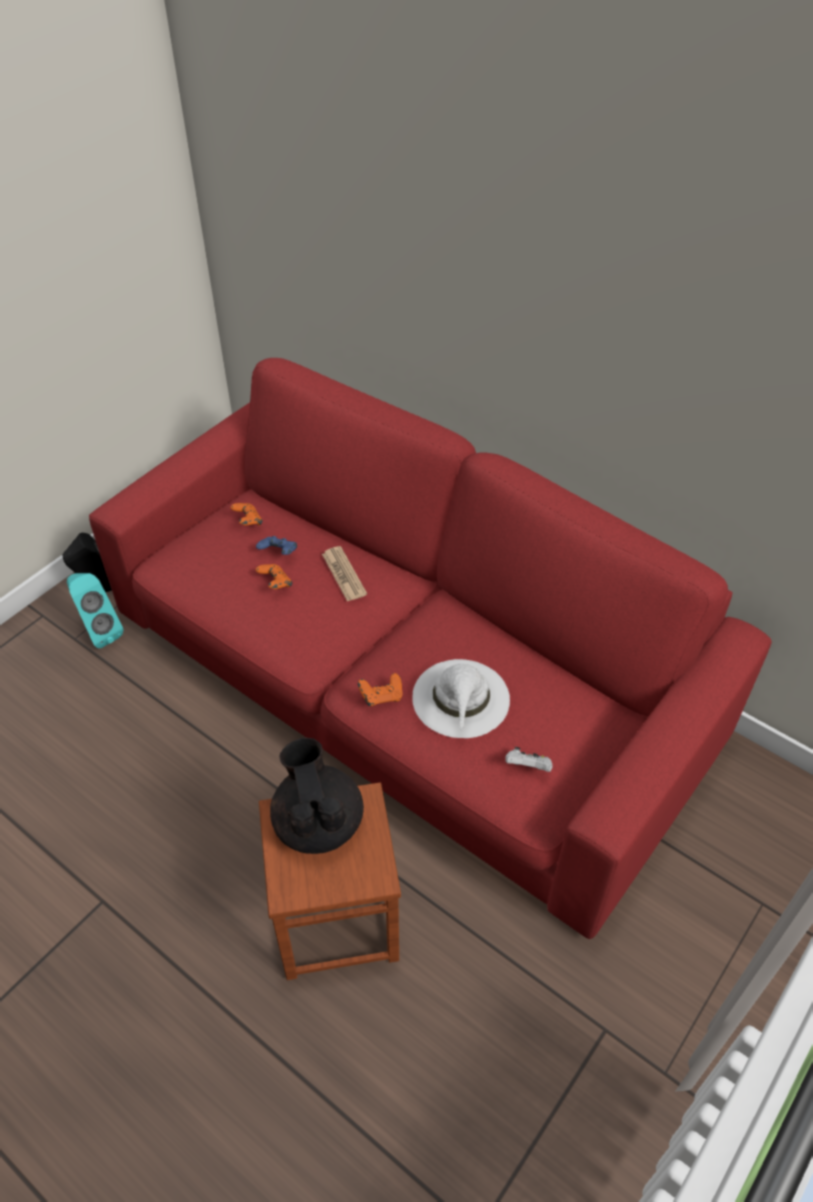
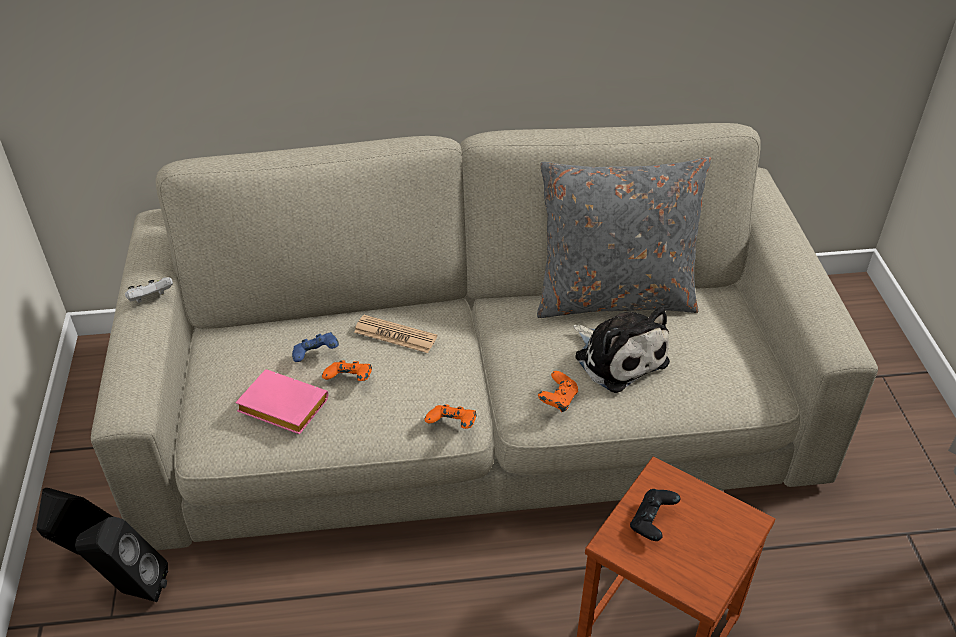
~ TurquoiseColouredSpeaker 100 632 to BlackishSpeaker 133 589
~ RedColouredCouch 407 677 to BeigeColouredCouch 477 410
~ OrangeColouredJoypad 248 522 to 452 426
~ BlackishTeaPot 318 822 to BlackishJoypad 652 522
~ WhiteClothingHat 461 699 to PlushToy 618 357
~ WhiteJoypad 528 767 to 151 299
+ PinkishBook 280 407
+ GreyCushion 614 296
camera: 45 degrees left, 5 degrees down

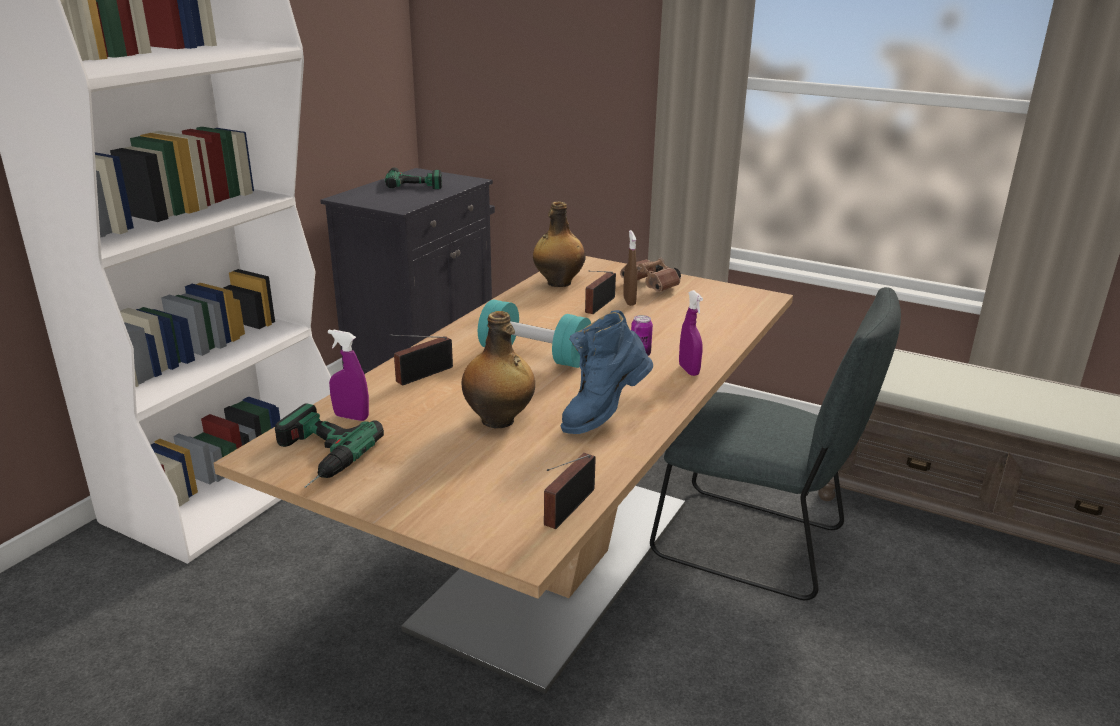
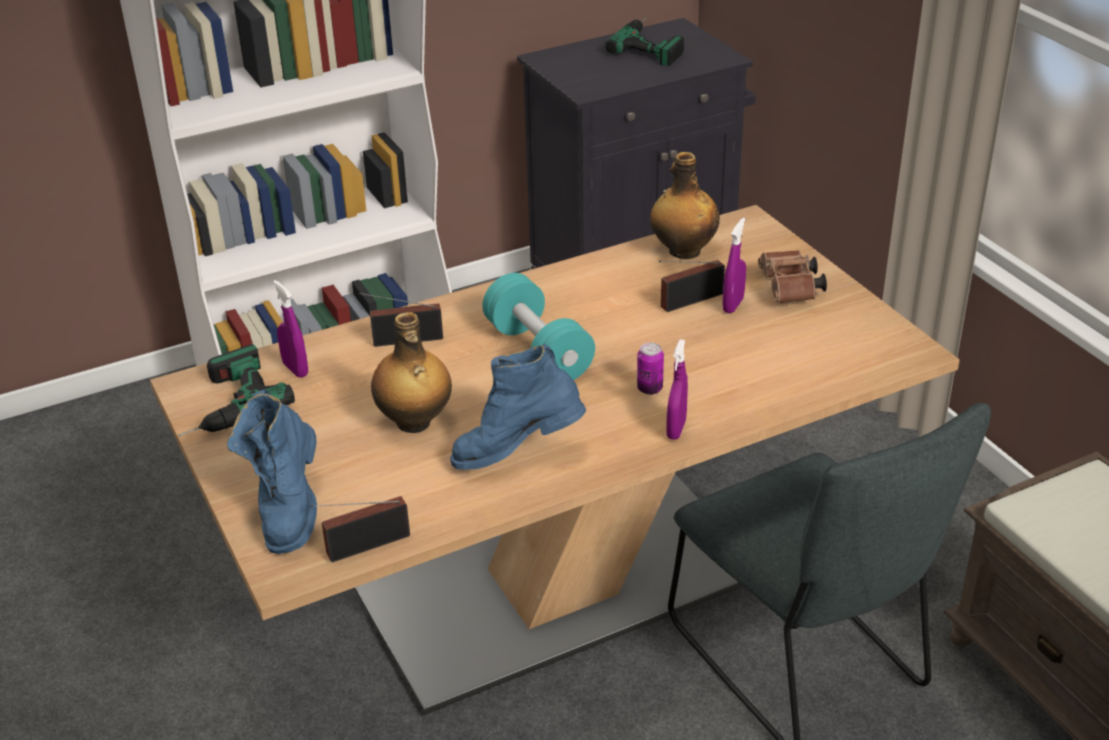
~ BrownSprayBottle 629 301 to PurpleColouredSprayBottle 733 305
+ BlueBoot 289 509
camera: 35 degrees right, 10 degrees up

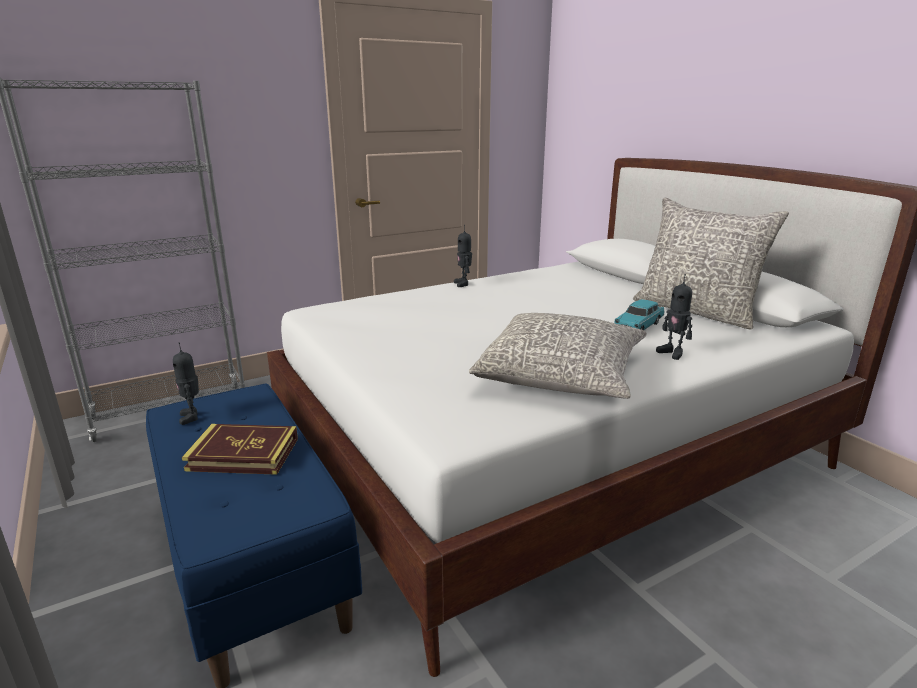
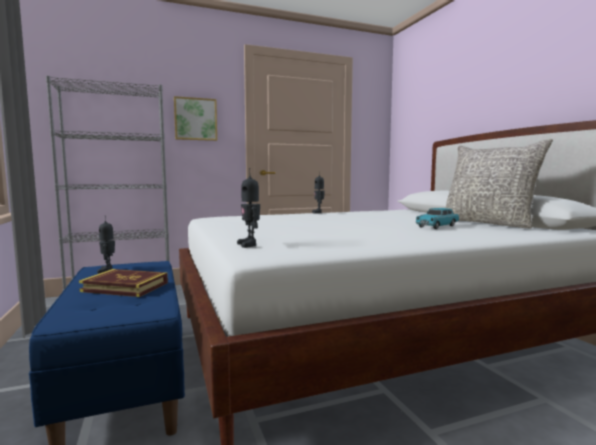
- GreyCushion 561 375
~ ModelRobot 672 353 to 249 244
+ WallArt 195 119
camera: 10 degrees right, 15 degrees down

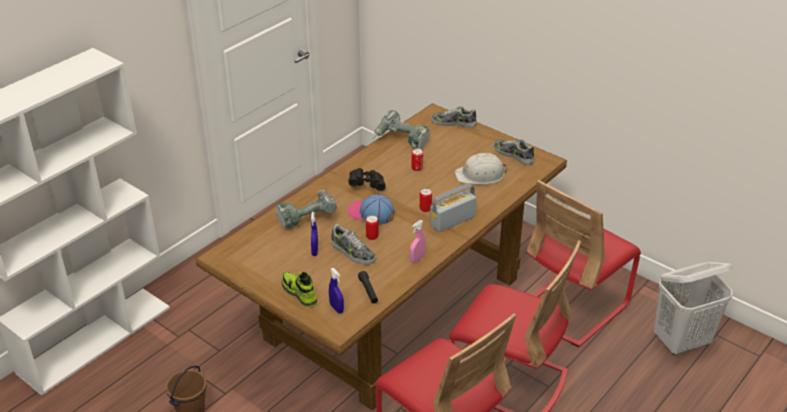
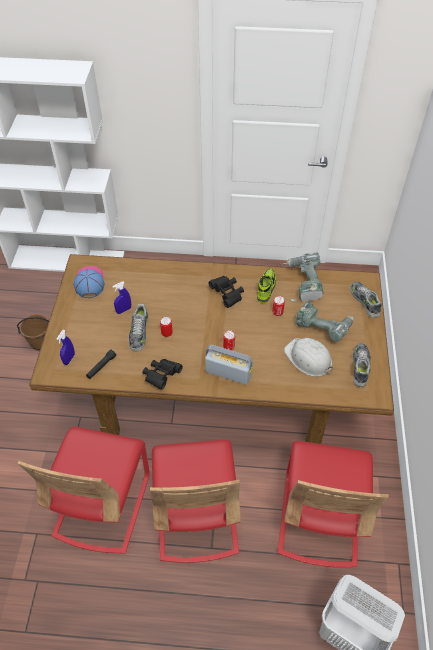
~ ElectricDrill 306 216 to 323 326
~ Shoe 299 293 to 266 288
~ BaseballCap 370 213 to 89 282
~ PinkishSprayBottle 417 259 to BlackishBinoculars 161 376
~ RedColouredUprightChair 573 307 = 319 518 90 degrees counterclockwise
camera: 55 degrees right, 15 degrees up

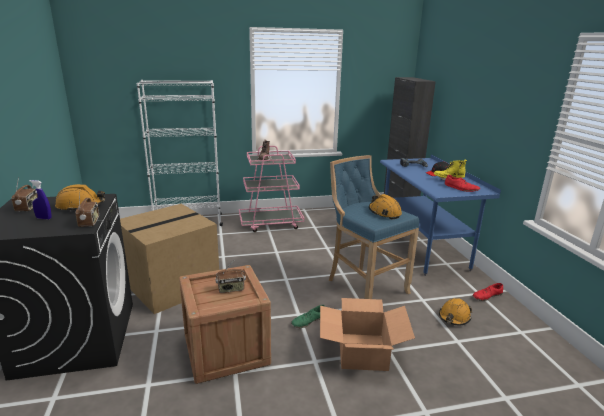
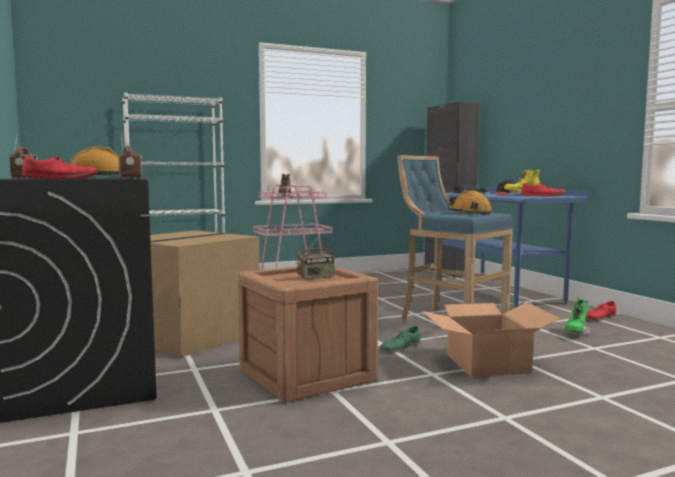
~ BlueSprayBottle 44 218 to RedColouredShoe 60 178
~ OrangeColouredWorkHelmet 454 317 to GreenBoot 575 333
camera: 10 degrees left, 15 degrees down

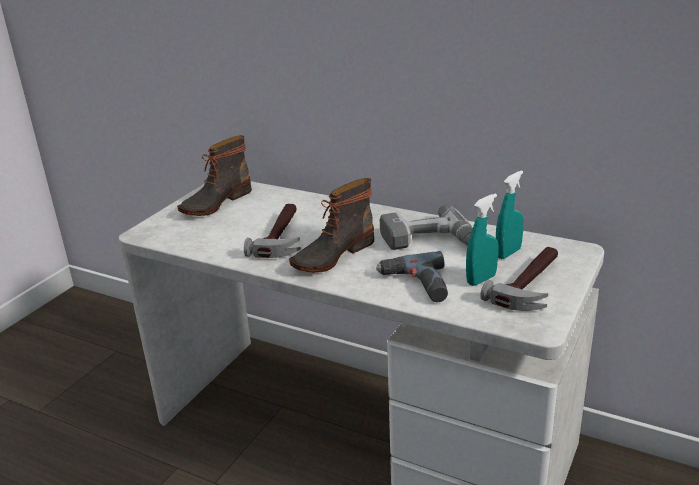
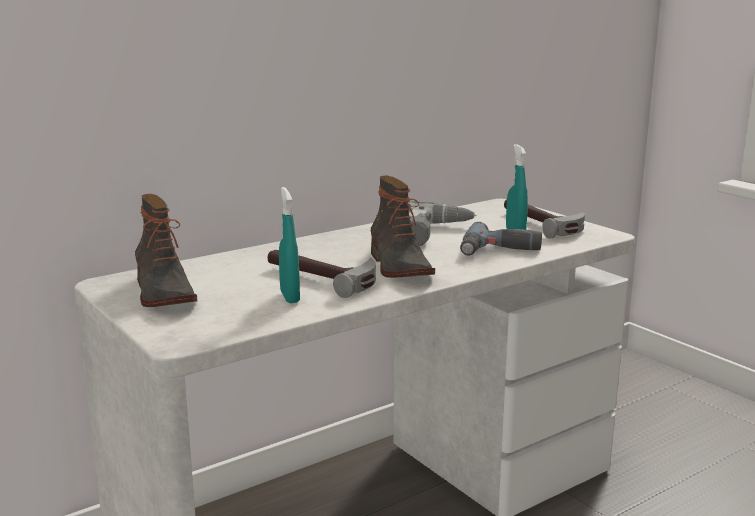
~ TurquoiseColouredSprayBottle 508 253 to 290 297
camera: 65 degrees left, 10 degrees down

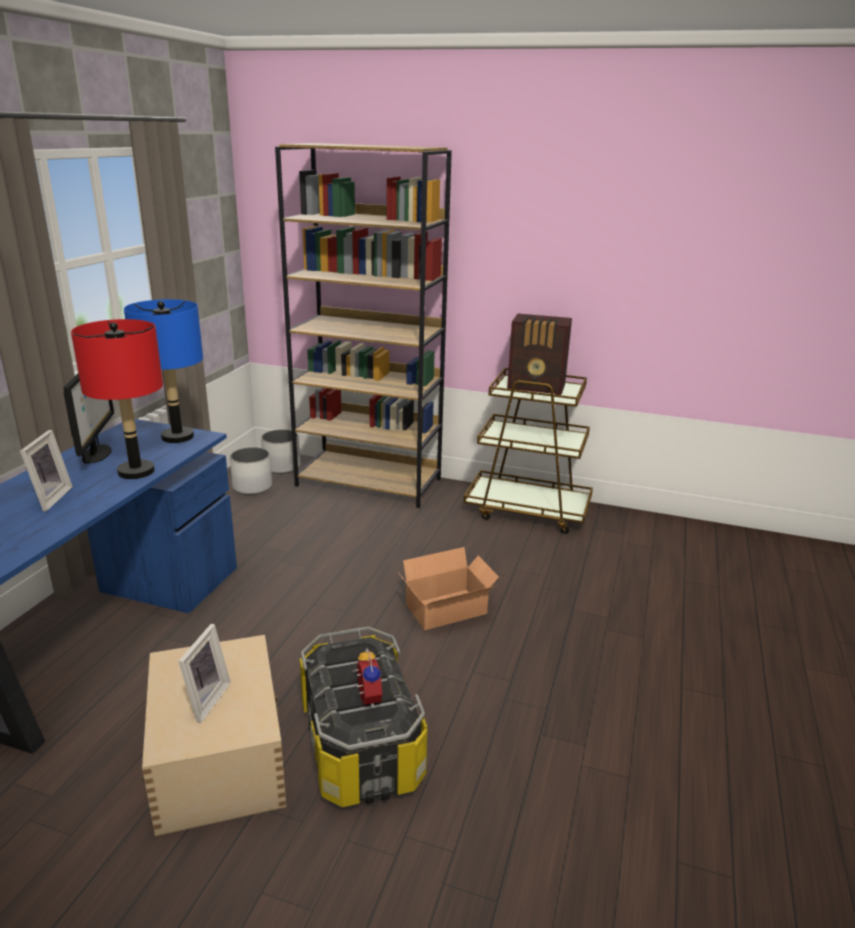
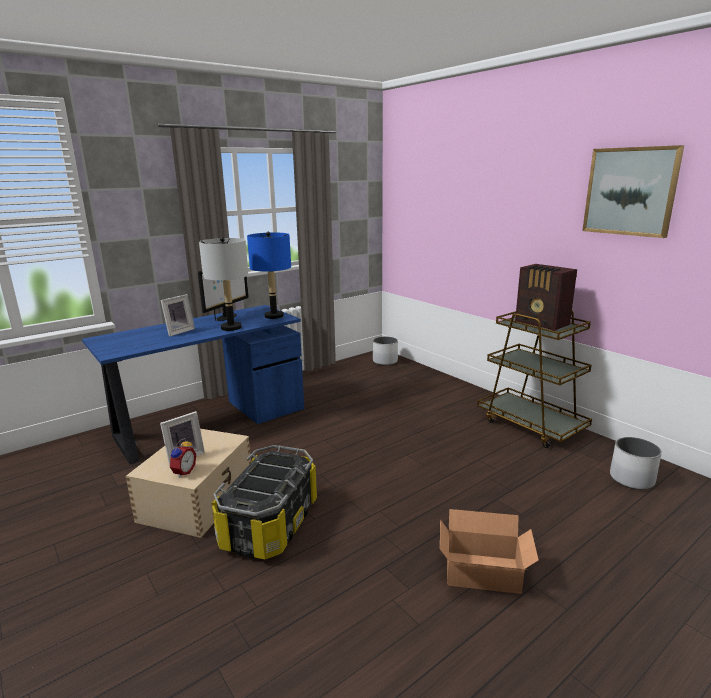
~ RedColouredTableLamp 136 471 to GreyTableLamp 231 327
~ WhitePlantPot 252 487 to 631 479
- BrownBookcase 370 482
~ AlarmClock 366 698 to 183 472
~ PackingBox 449 610 to 484 574
+ WallArt 630 191
camera: 35 degrees right, 5 degrees down

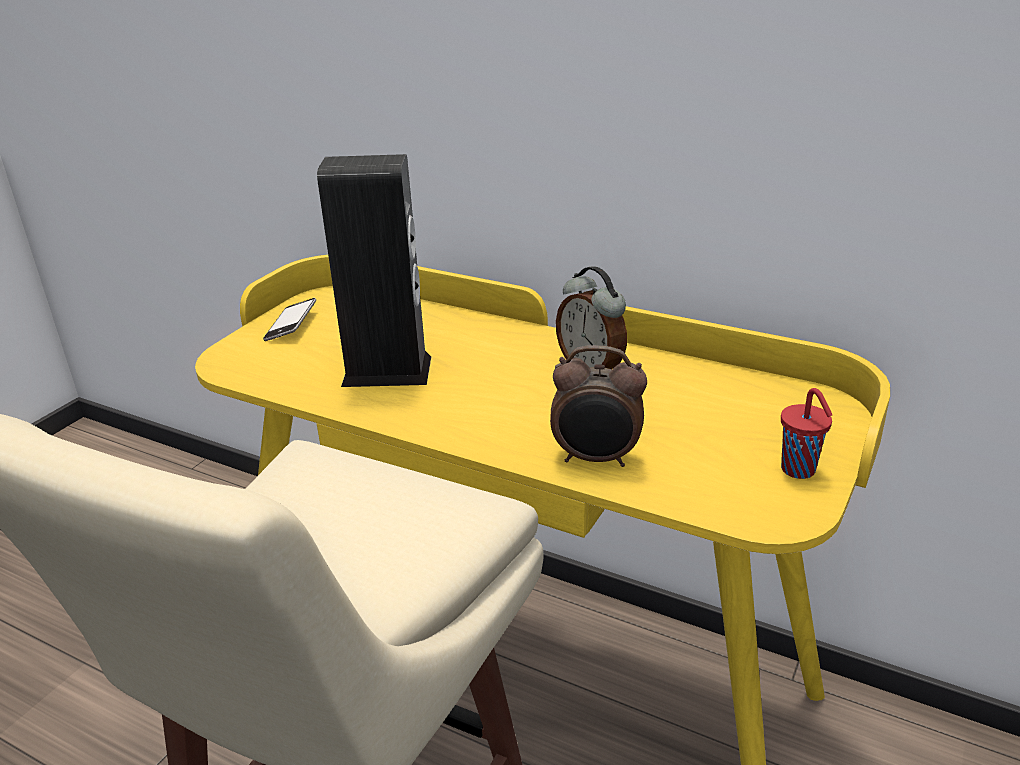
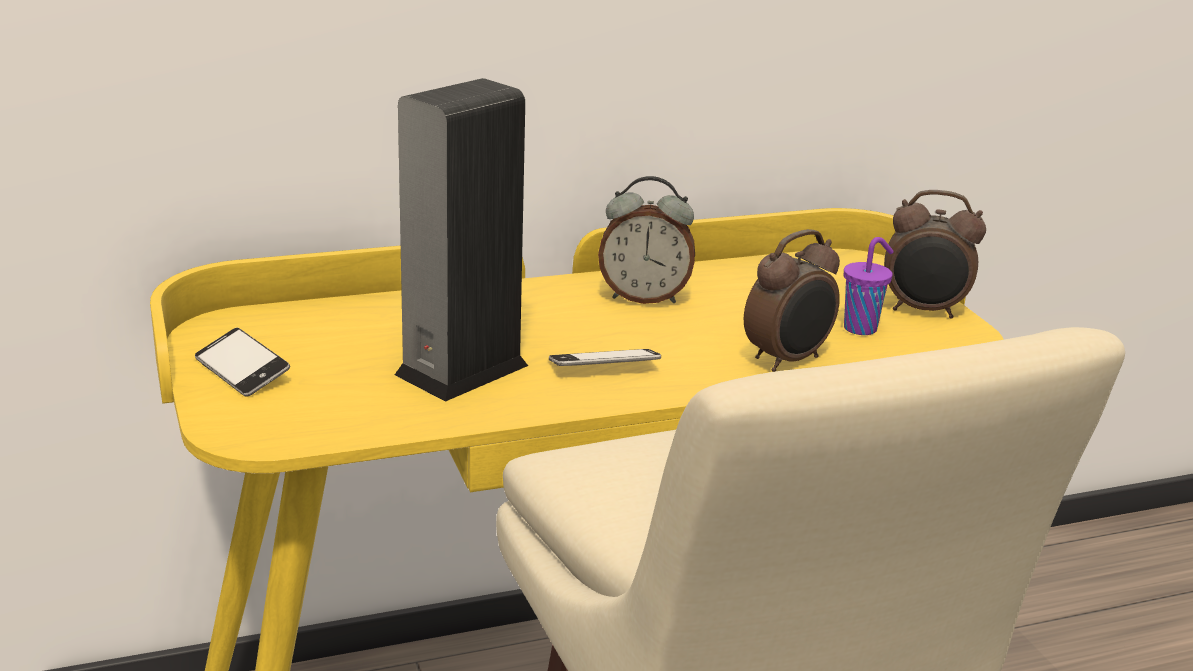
~ RedColouredSmallCup 799 471 to AlarmClock 924 311
+ Handset 604 366
+ PurpleColouredSmallCup 862 328
camera: 50 degrees left, 5 degrees down

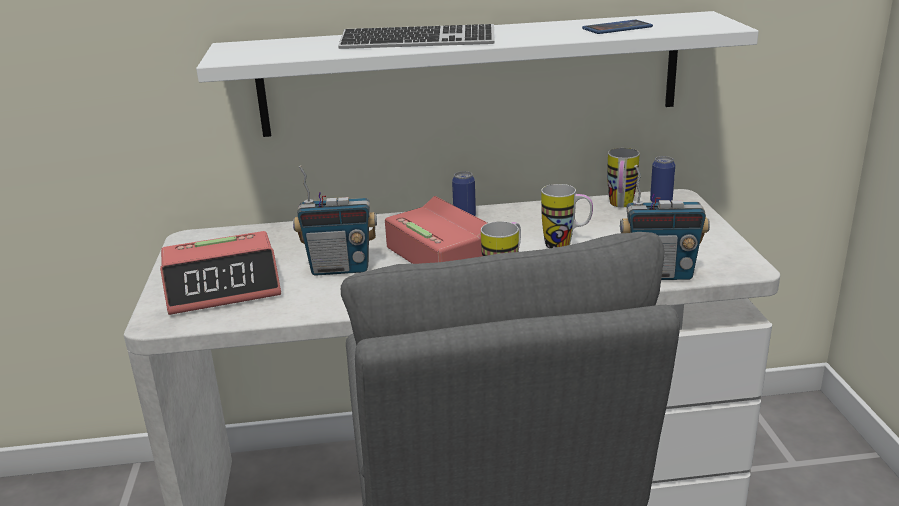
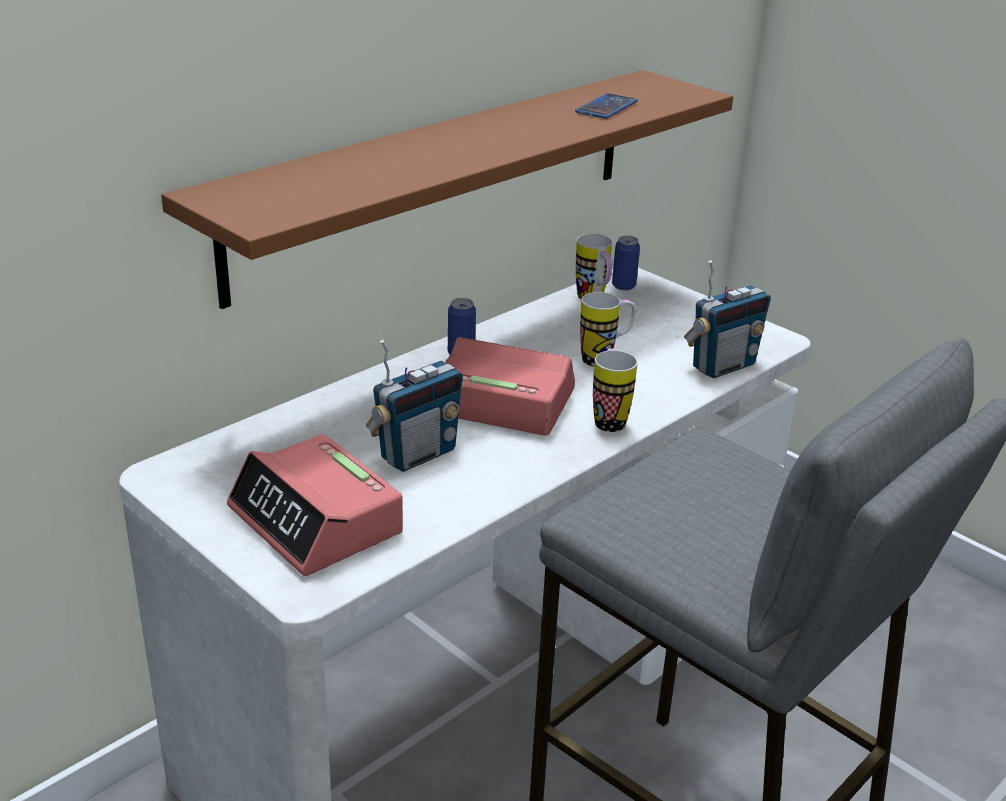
~ AlarmClock 223 287 = 316 521 105 degrees clockwise
~ WhiteShelf 471 74 to BrownShelf 440 179
- PcKeyboard 417 42
camera: 40 degrees left, 5 degrees up

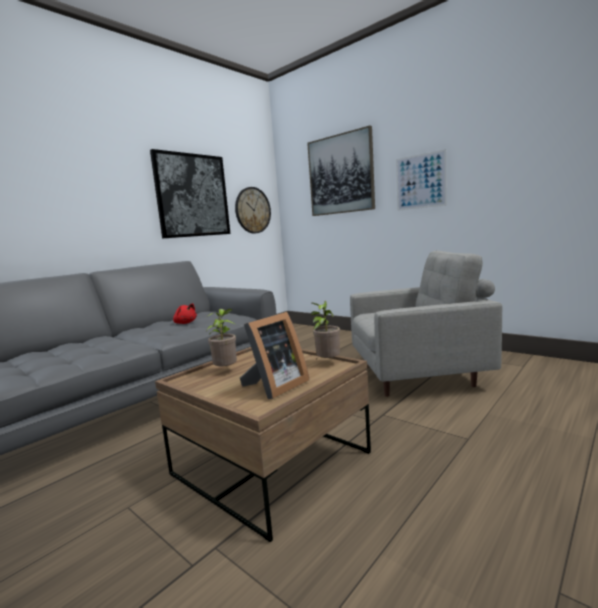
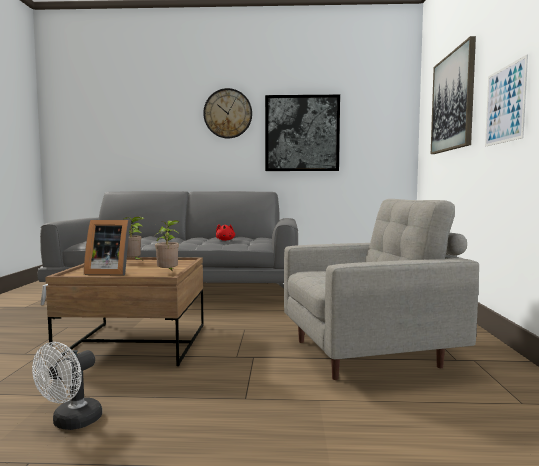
~ ClockOnTheWall 252 210 to 228 113
~ GreyArmchair 418 376 = 369 353 60 degrees counterclockwise
+ WhiteElectricFan 71 423
camera: 50 degrees right, 5 degrees down

